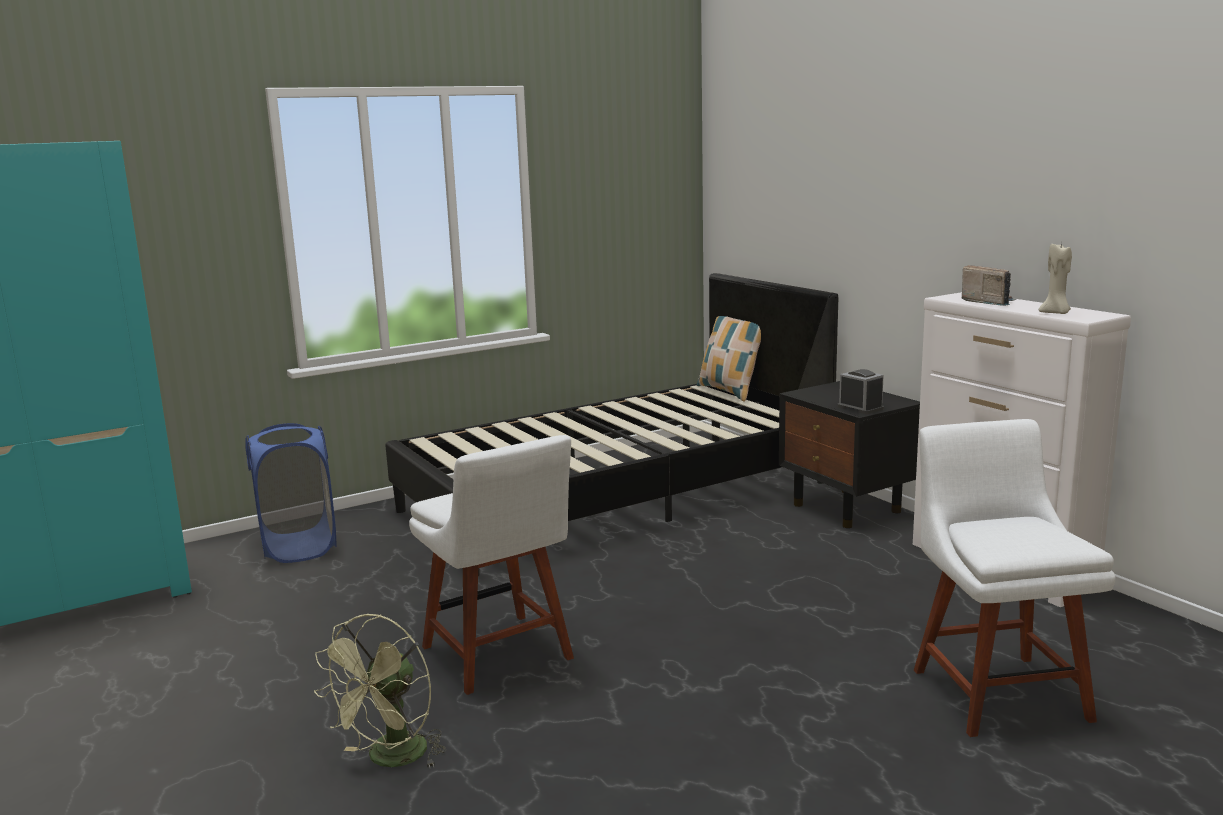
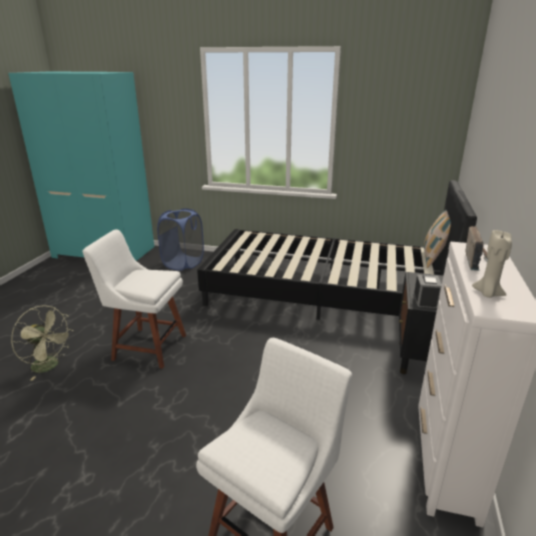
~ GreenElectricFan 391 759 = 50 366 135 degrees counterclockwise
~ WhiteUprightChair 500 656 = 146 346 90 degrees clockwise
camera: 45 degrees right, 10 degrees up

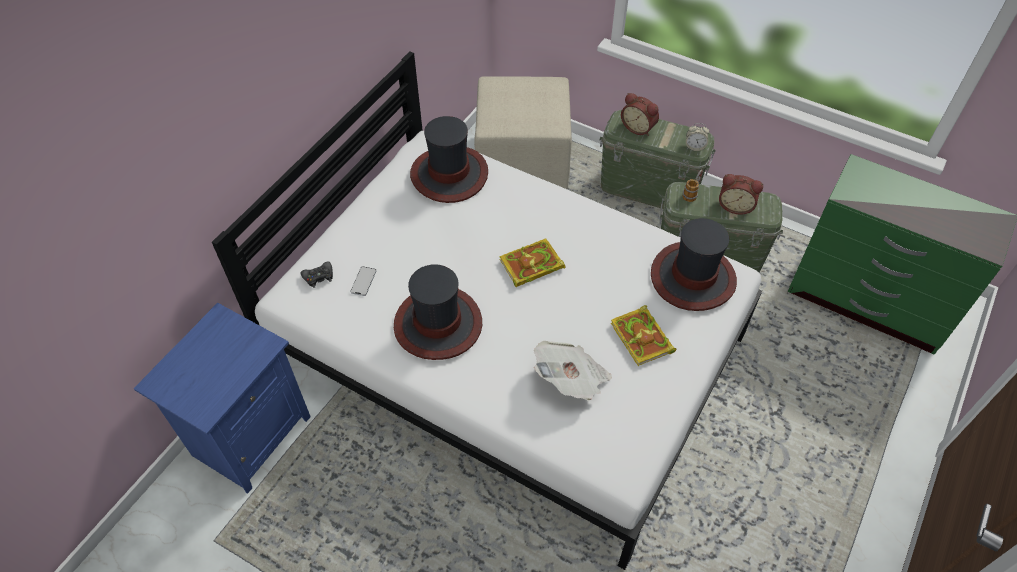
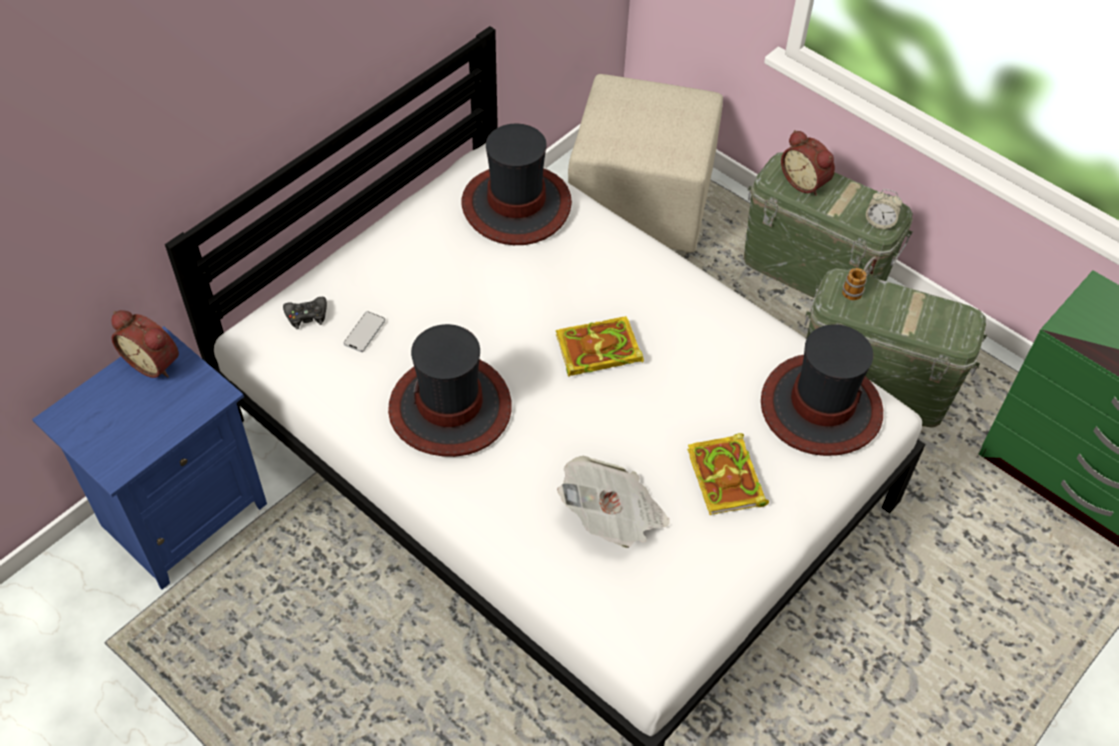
~ AlarmClock 735 205 to 154 361
camera: 10 degrees right, 0 degrees up

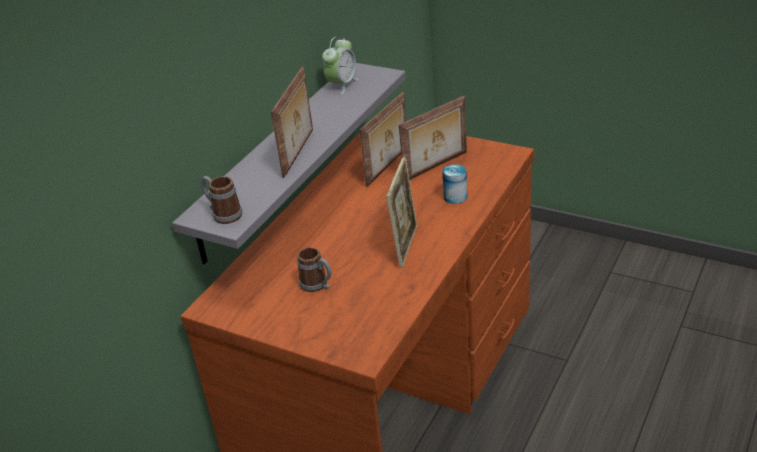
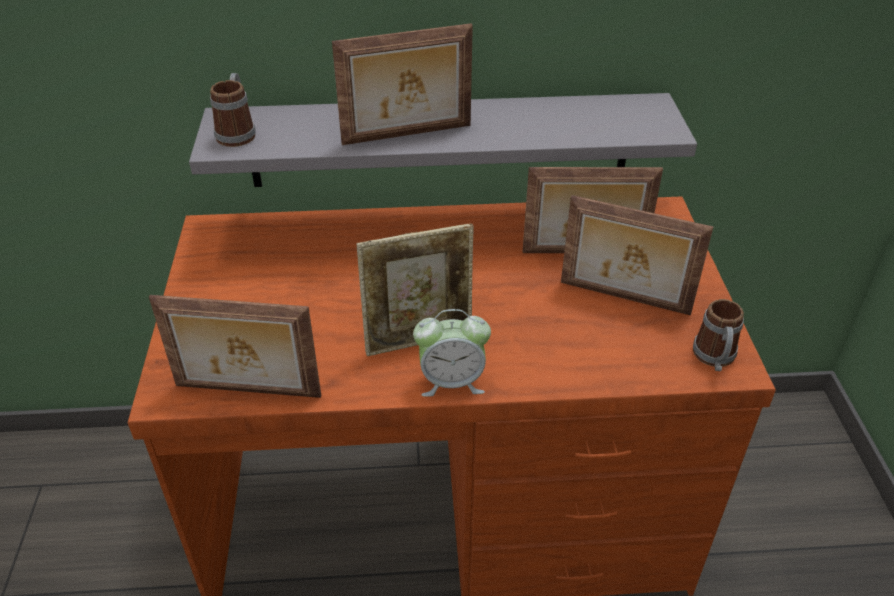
~ CoffeeMug 318 285 to 714 359
~ AlarmClock 342 85 to 452 381
- SealedCan 455 197
+ StandingFrame 247 392
camera: 55 degrees right, 5 degrees up

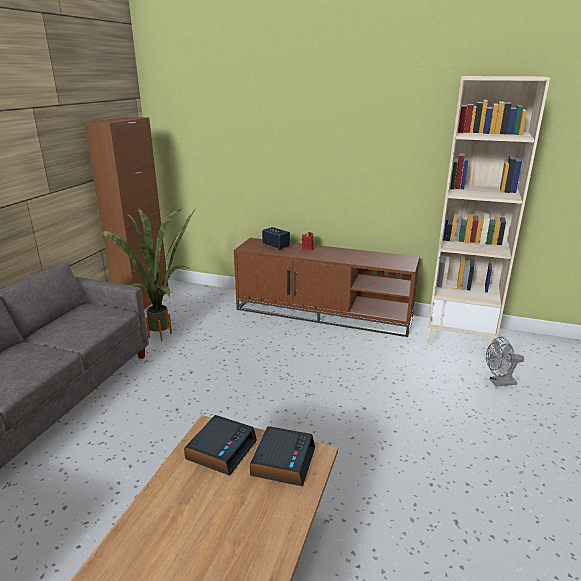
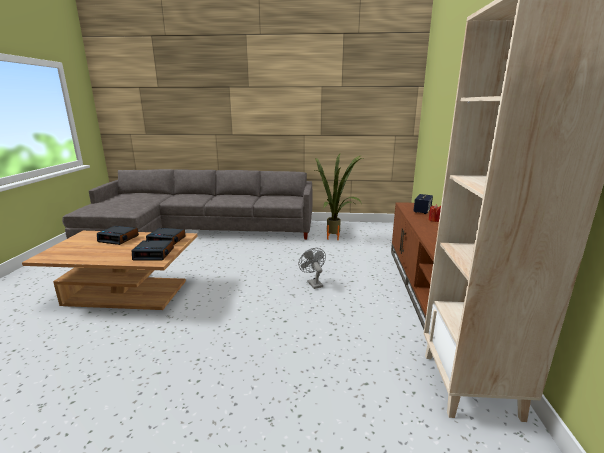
- BrownCupboard 143 301
~ GreyElectricFan 499 383 to 313 283
+ AlarmClock 119 238
camera: 75 degrees right, 5 degrees down

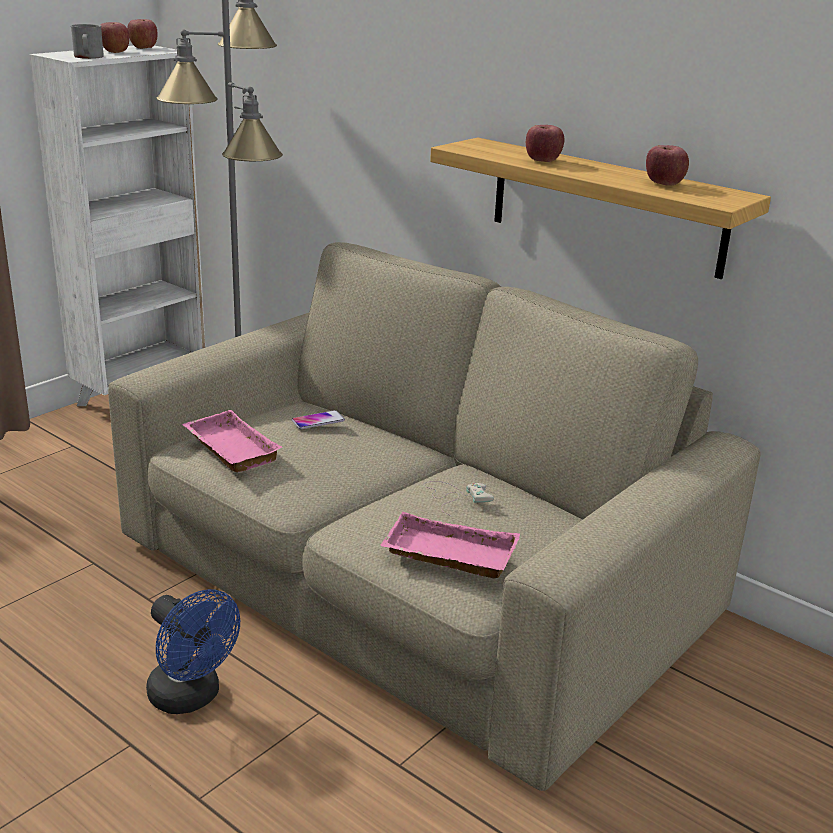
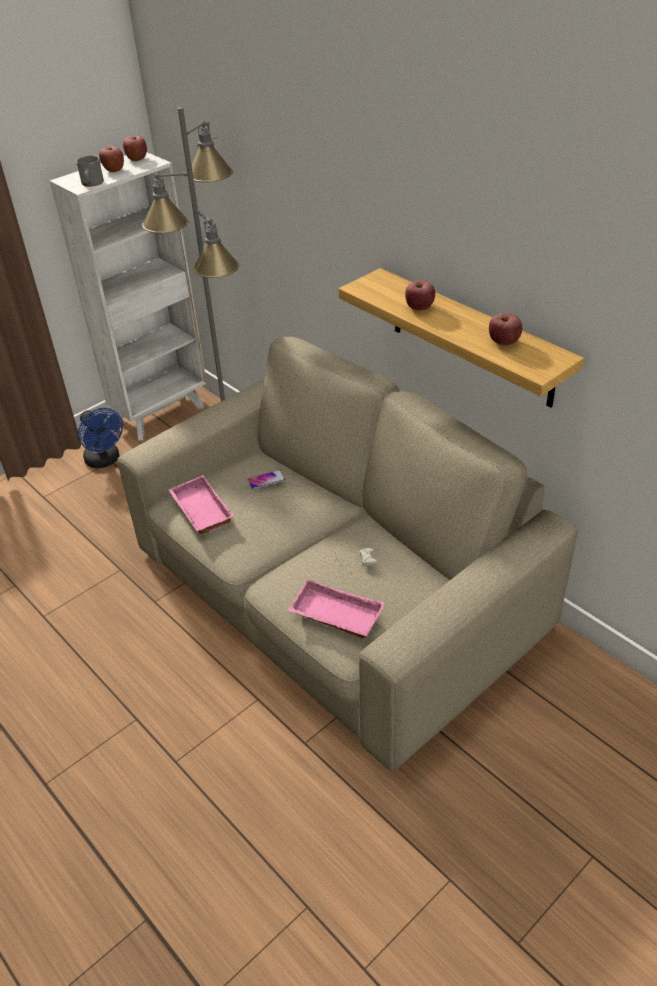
~ BlueElectricFan 191 697 to 105 461
camera: 10 degrees right, 15 degrees up

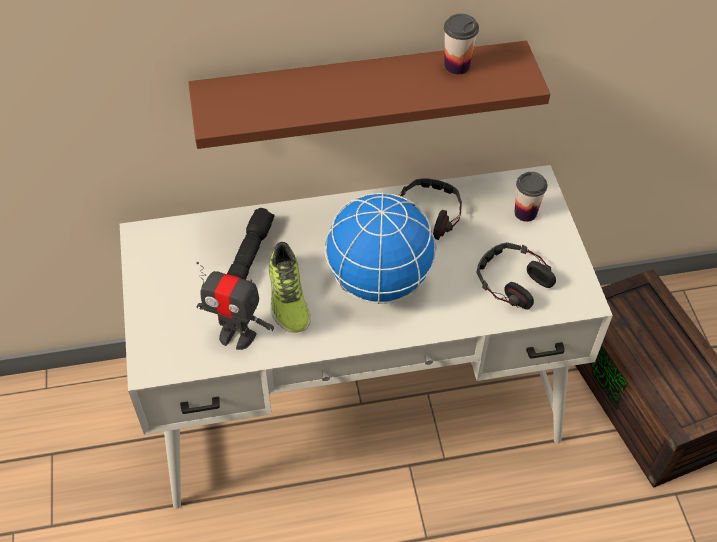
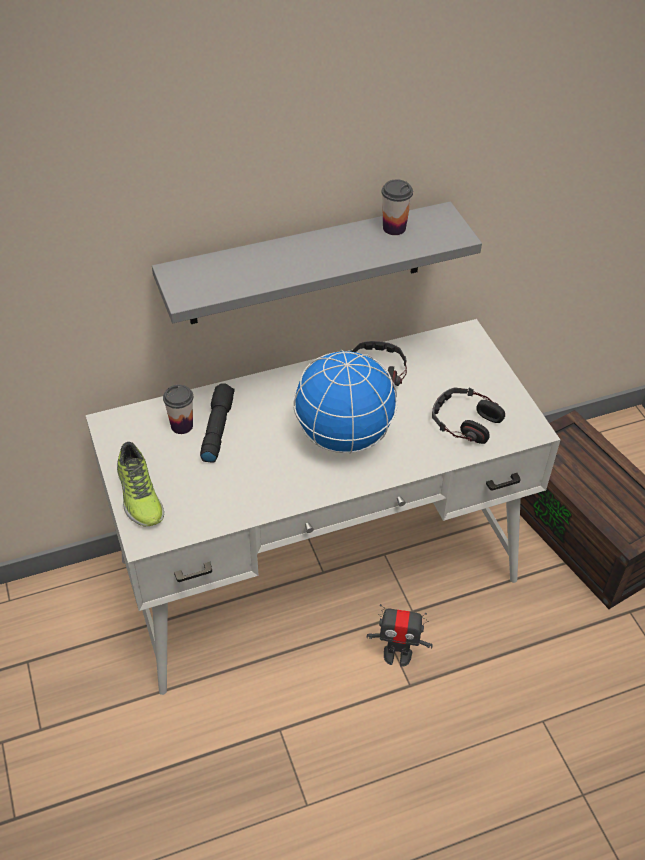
~ BrownShelf 360 93 to GreyShelf 306 264
~ ModelRobot 237 335 to 397 655
~ Shoe 287 297 to 138 494
~ SmallCup 525 213 to 182 425
camera: 10 degrees left, 5 degrees down

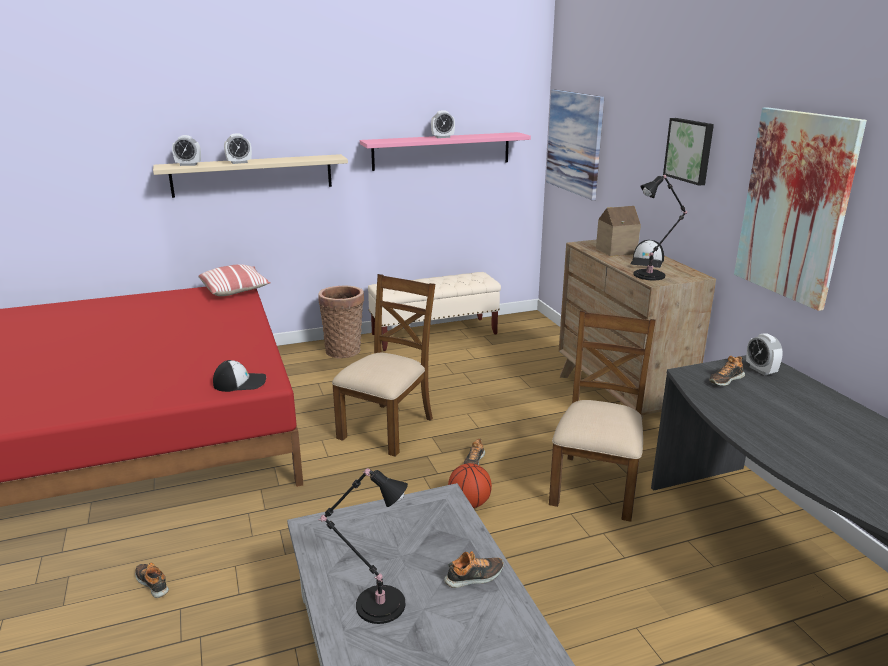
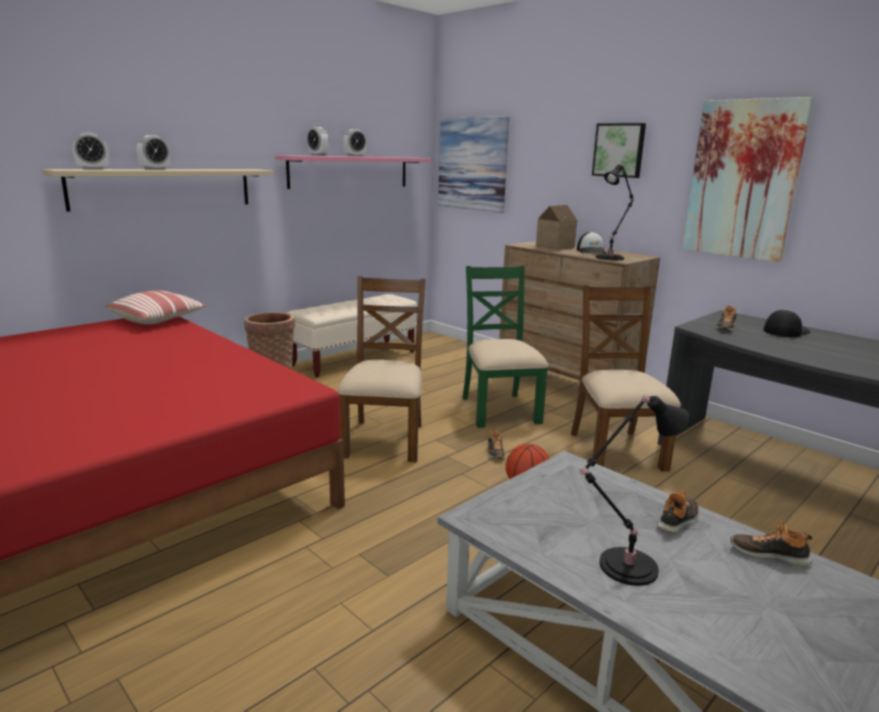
~ Shoe 153 583 to 769 554
~ BaseballCap 240 382 to 785 331
~ AlarmClock 760 370 to 318 155
+ GreenUprightChair 499 409
camera: 25 degrees left, 5 degrees down

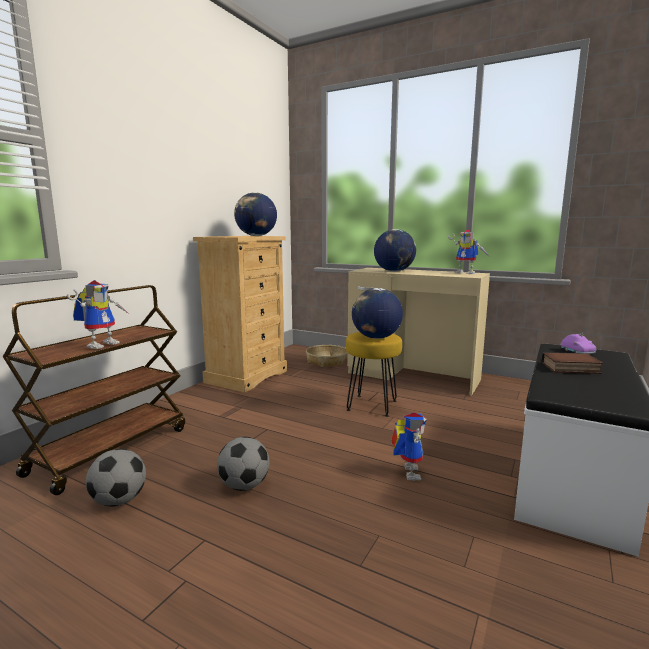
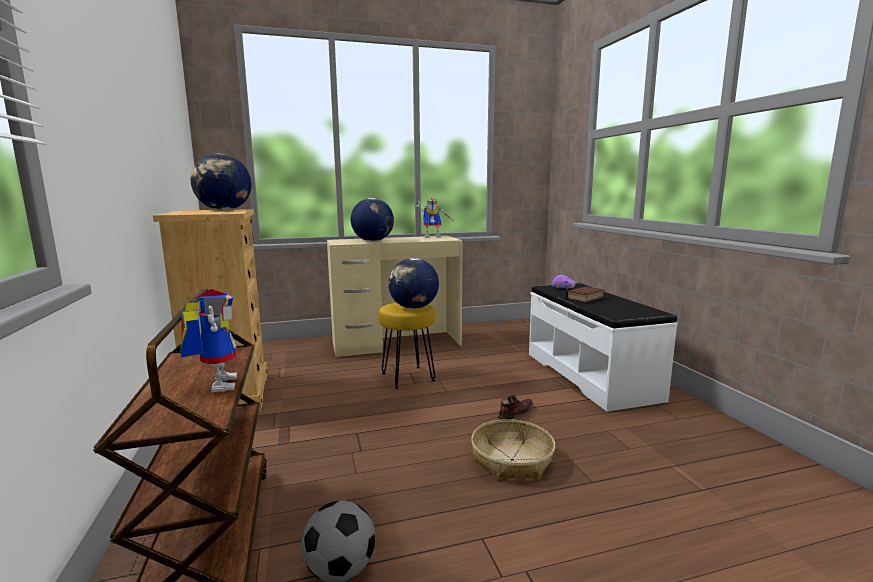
- FootballBall 244 485
~ HouseholdBasket 326 361 to 511 460
~ ModelRobot 407 471 to BrownShoe 515 413
camera: 45 degrees left, 0 degrees up

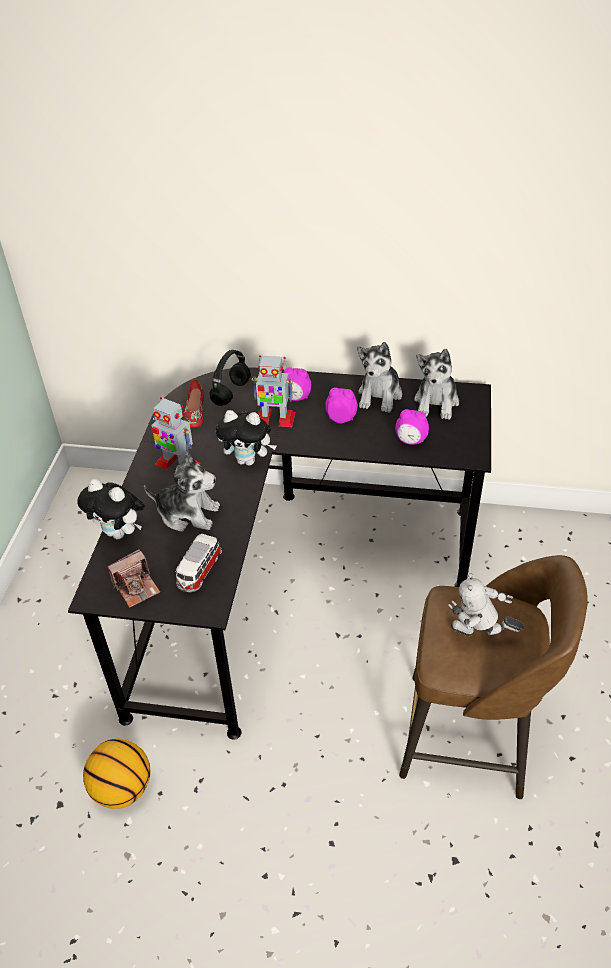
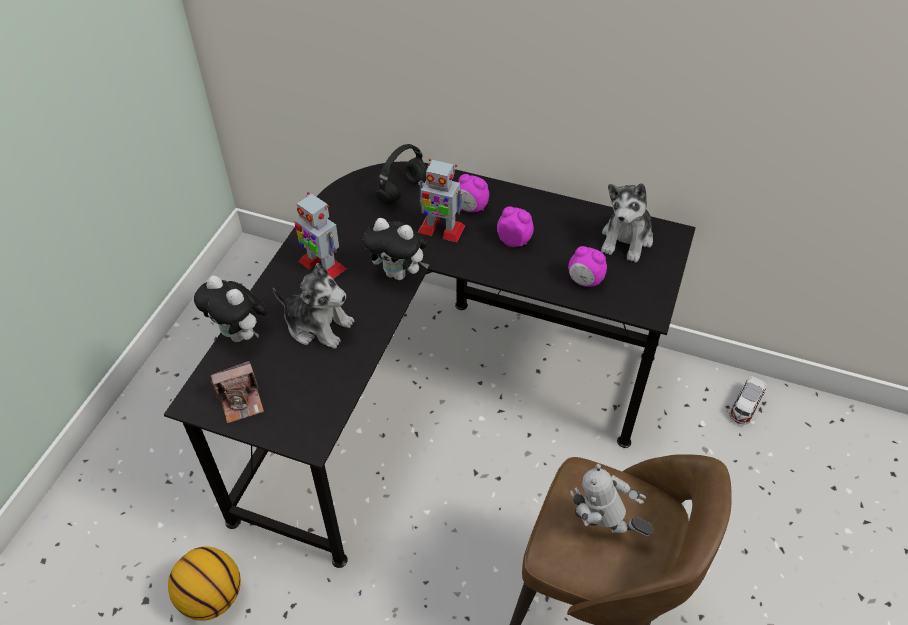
~ MiniatureCar 199 571 to 745 406
- RedColouredShoe 194 412
- PlushToy 380 395
camera: 10 degrees right, 5 degrees up

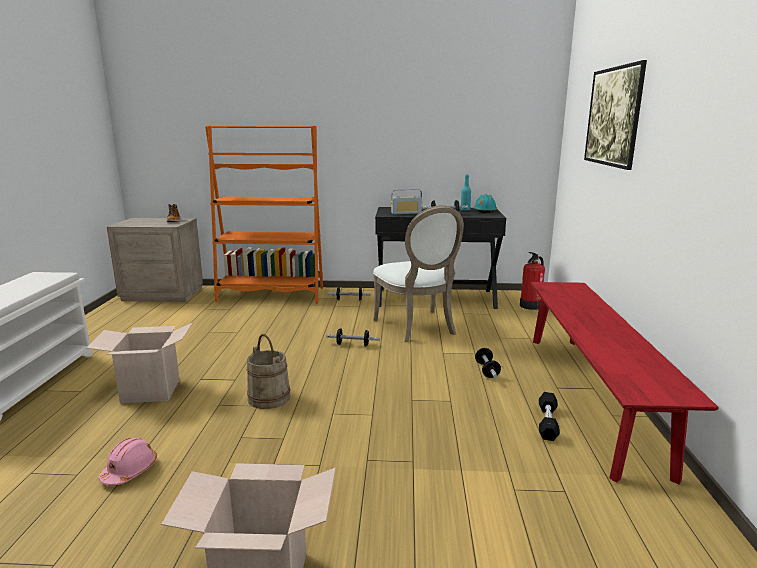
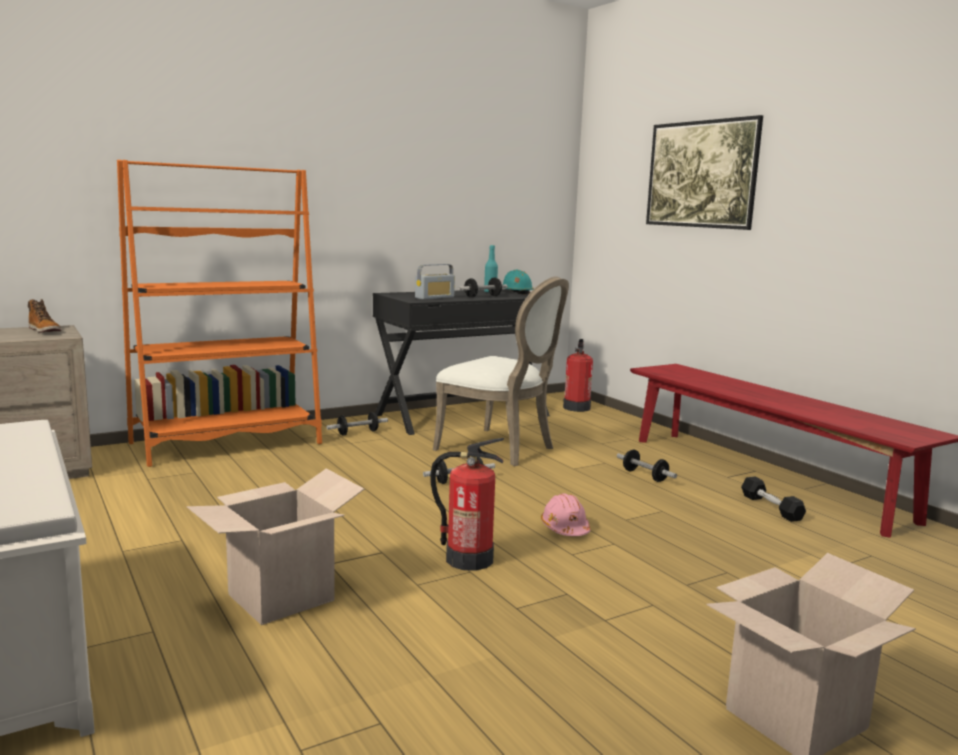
~ PinkishWorkHelmet 130 471 to 565 529
~ BeigeColouredWaterBucket 269 398 to FireExtinguisher 468 559
camera: 35 degrees left, 5 degrees down

